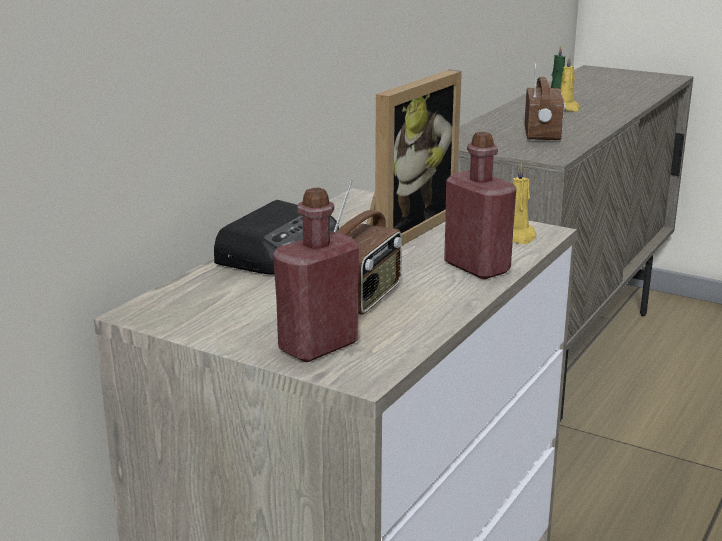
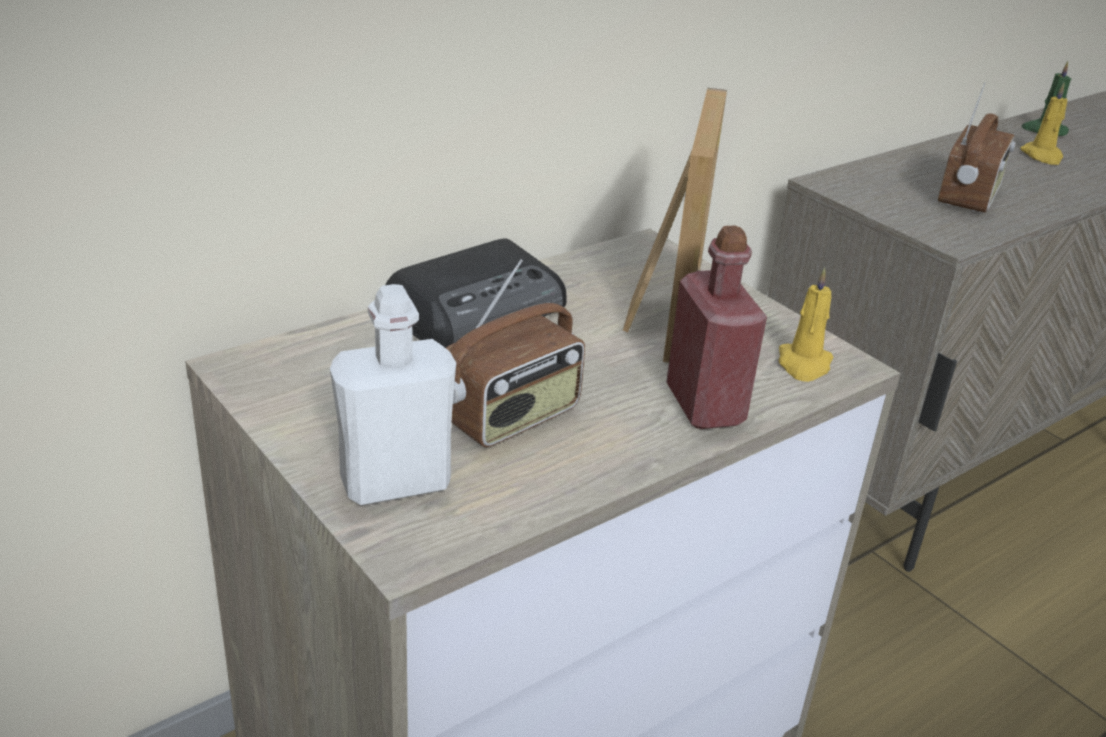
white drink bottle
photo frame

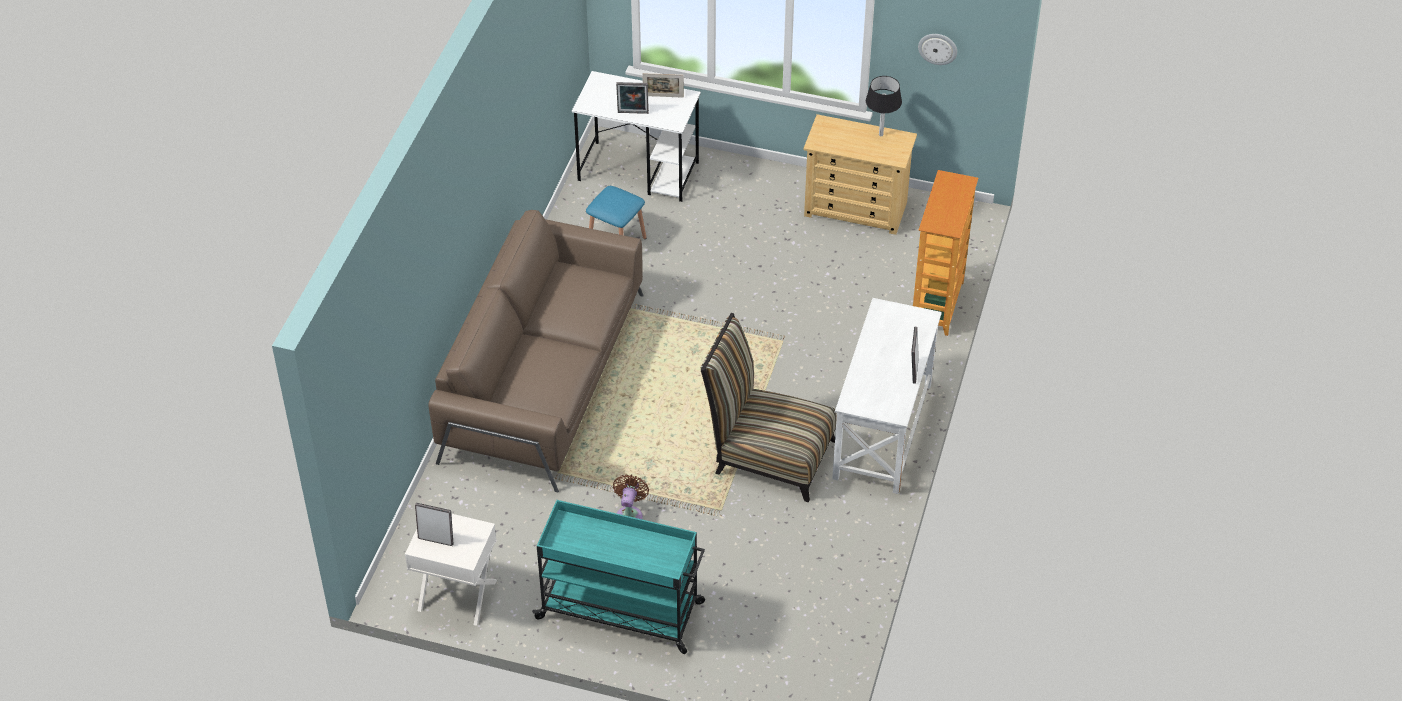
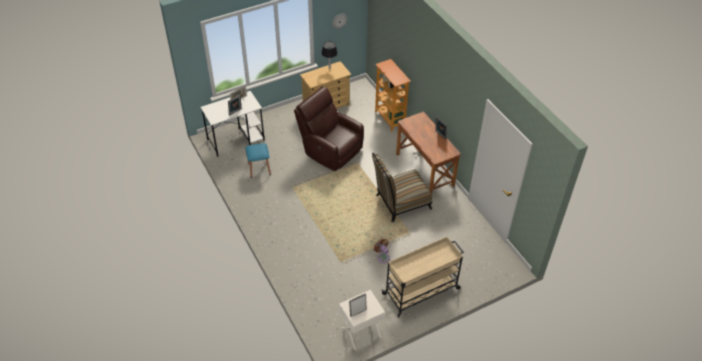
brown settee
brown armchair
beige-coloured trolley
brown desk unit

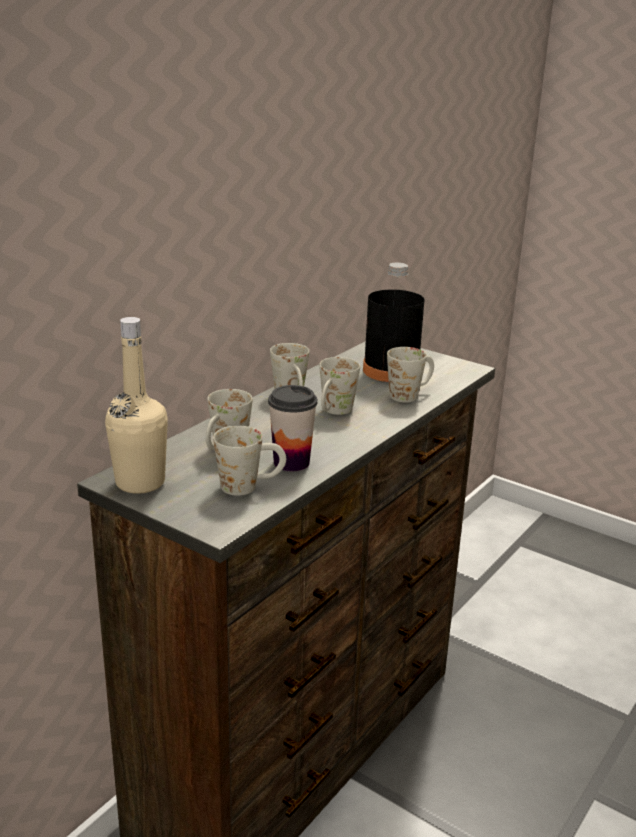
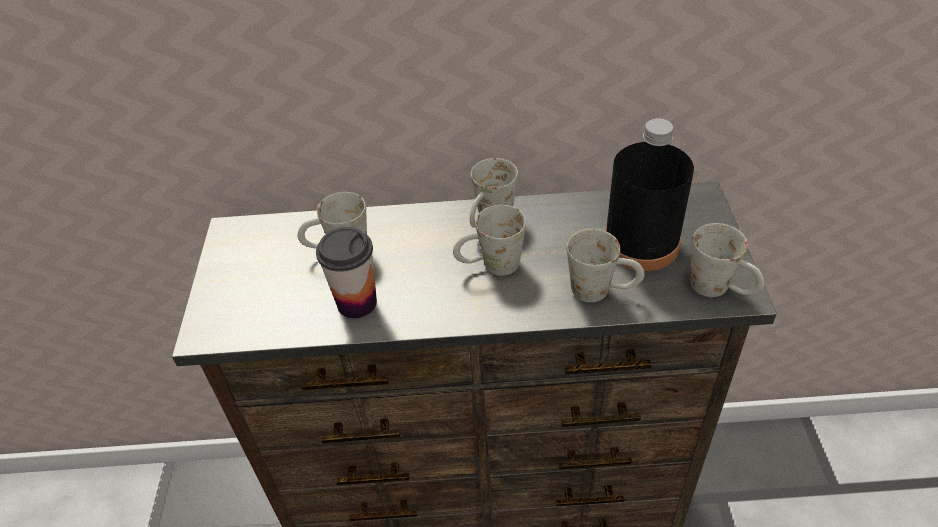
beige-coloured drink bottle
white mug (5th from left)

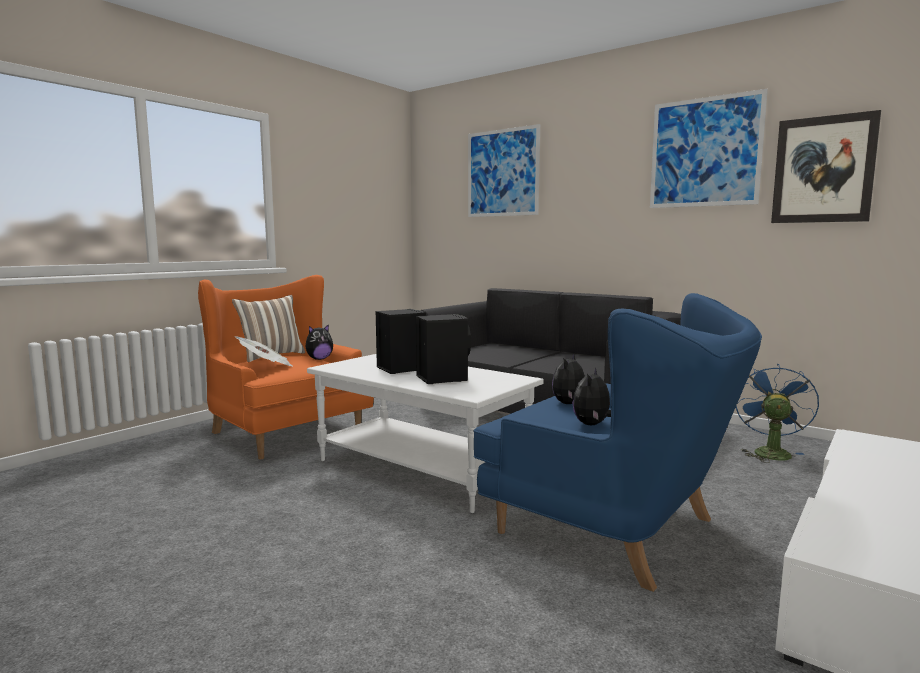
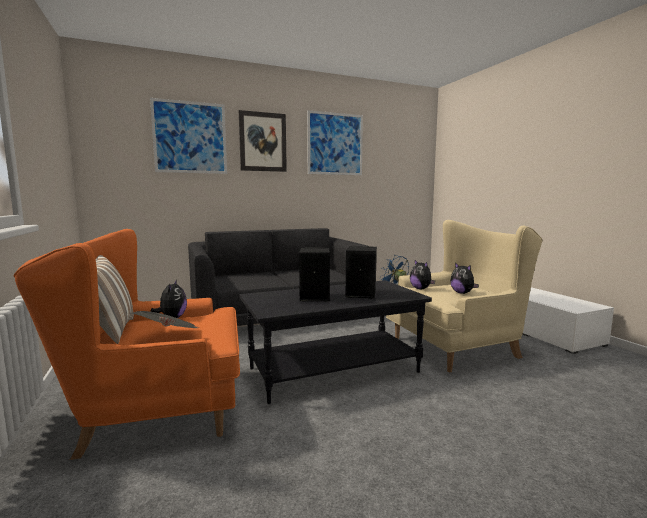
wall art (2nd from left)
blackish coffee table
beige-coloured armchair

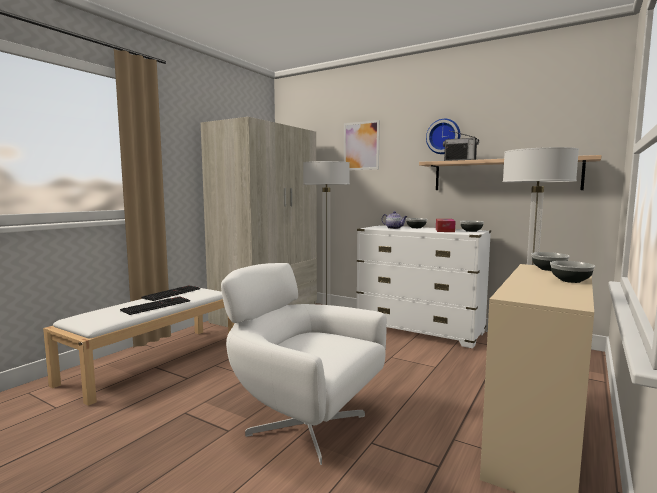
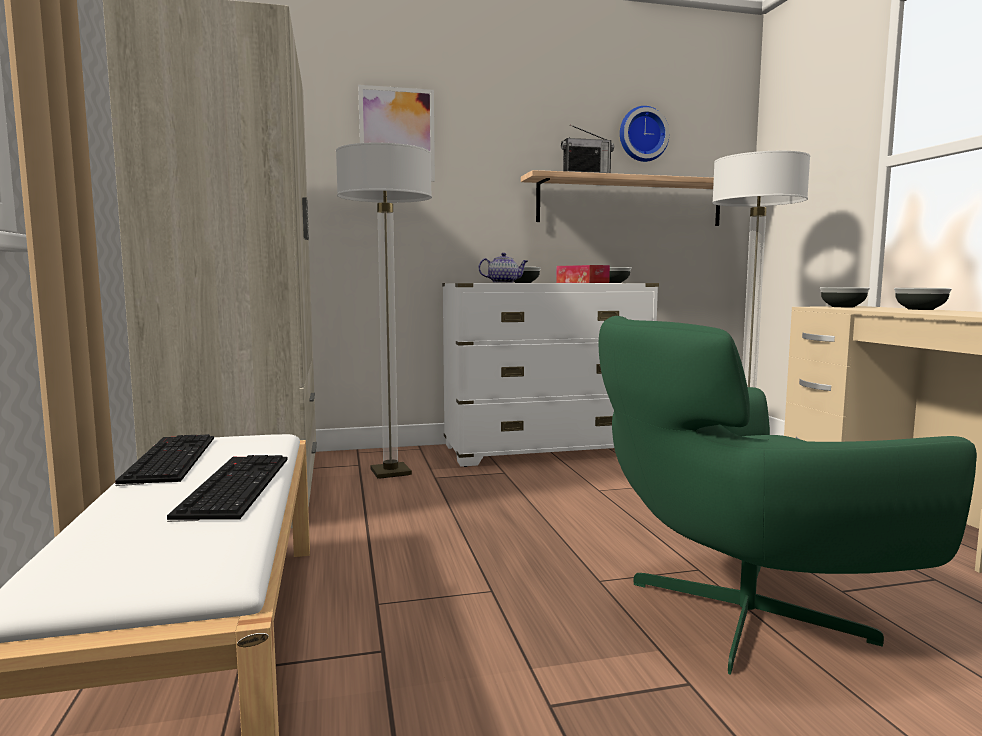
wall clock
green armchair

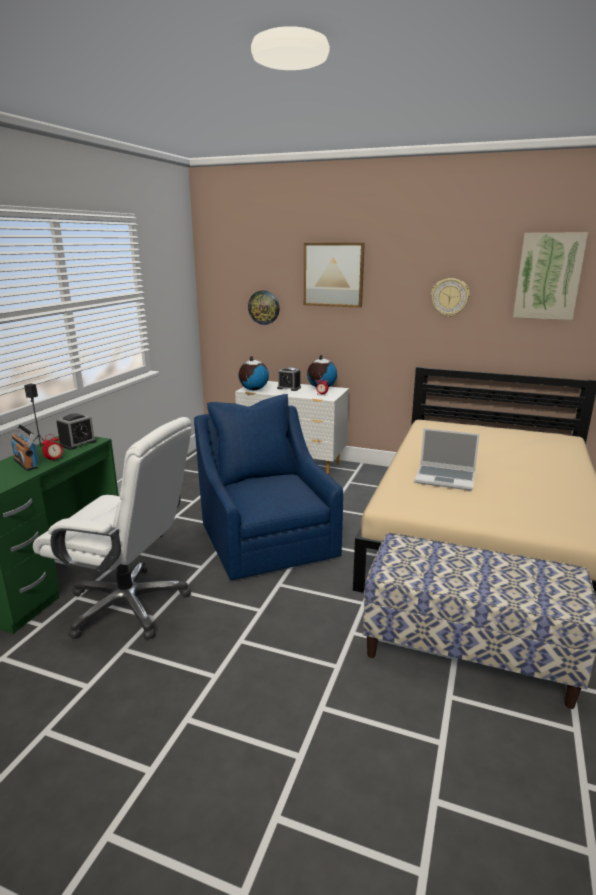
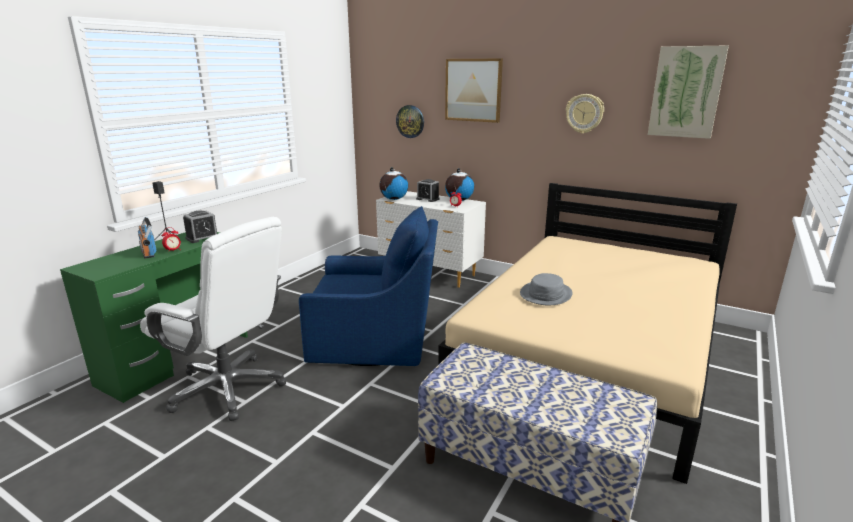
gray wearable hat
blue armchair

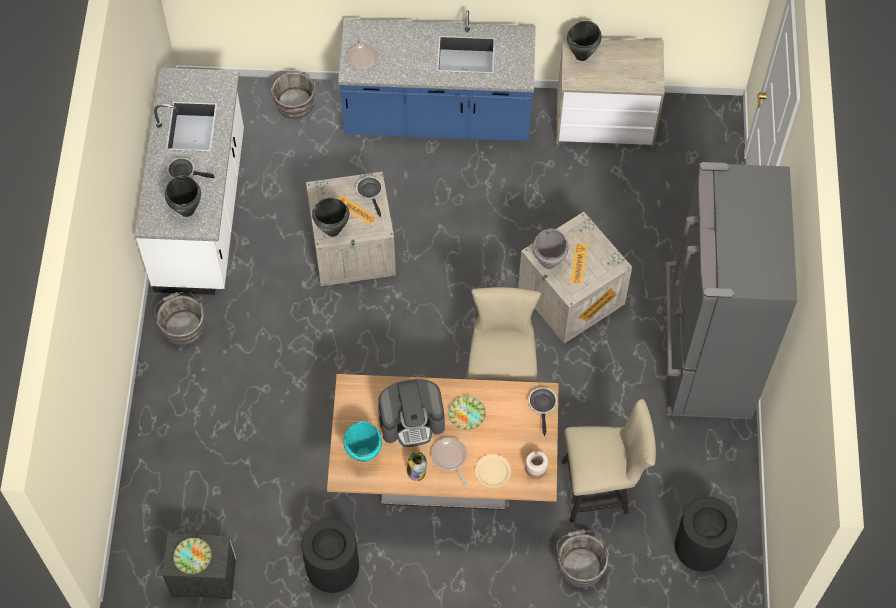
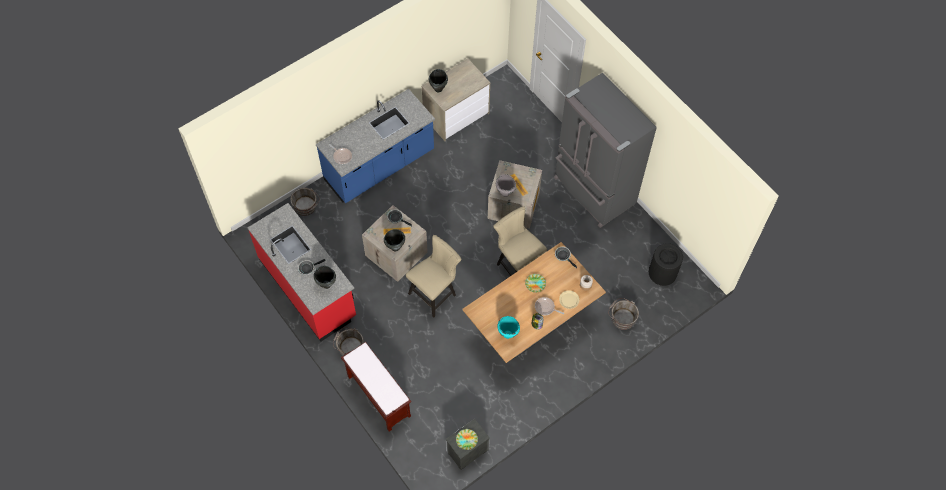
blackish waste bin (1st from left in the first image)
coffee machine
brown long seat
beige-coloured chair (1st from left)
red kitchen base unit

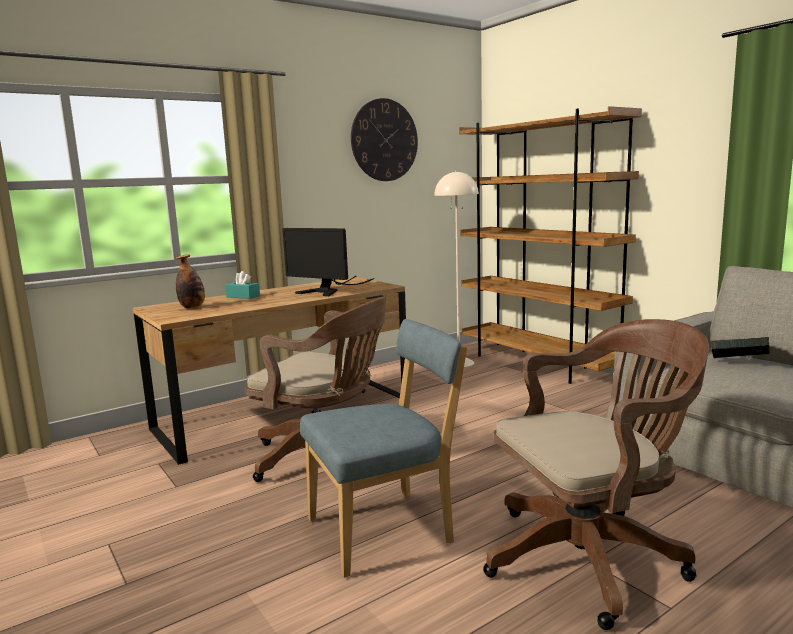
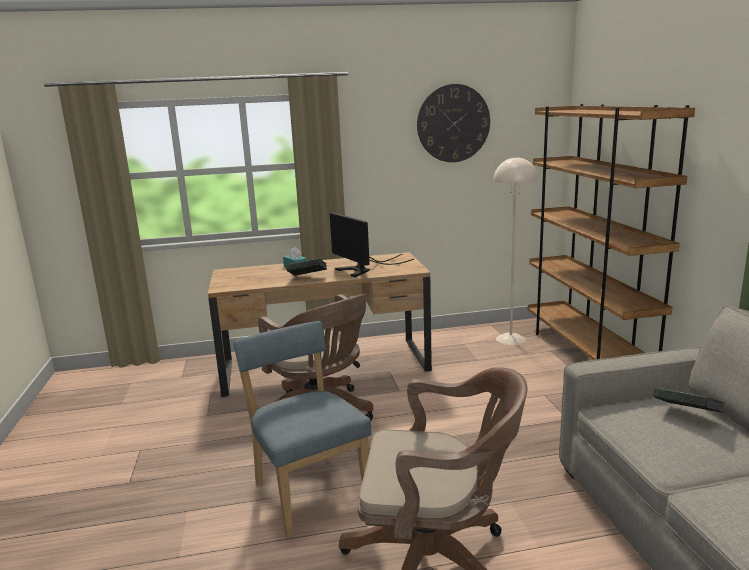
drink bottle
book (1st from left)
blue chair

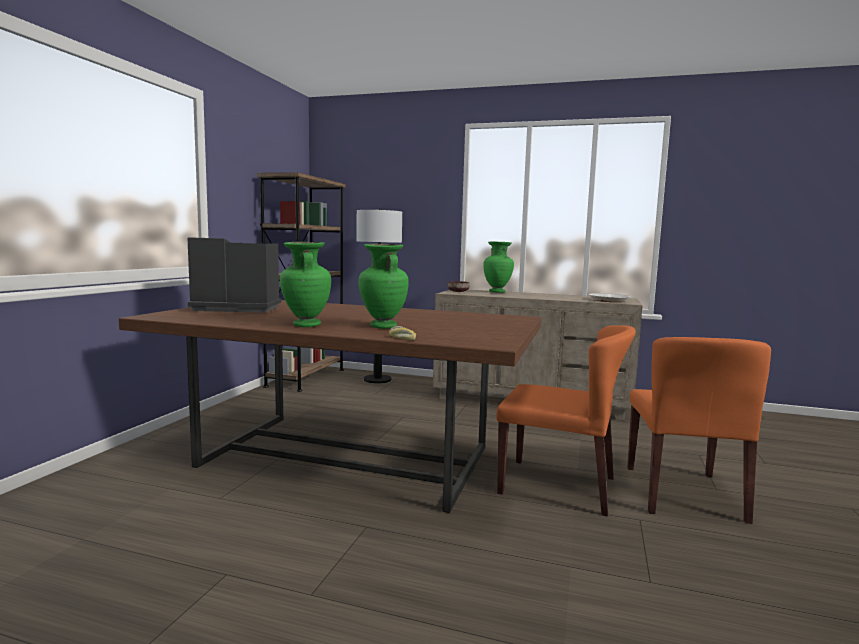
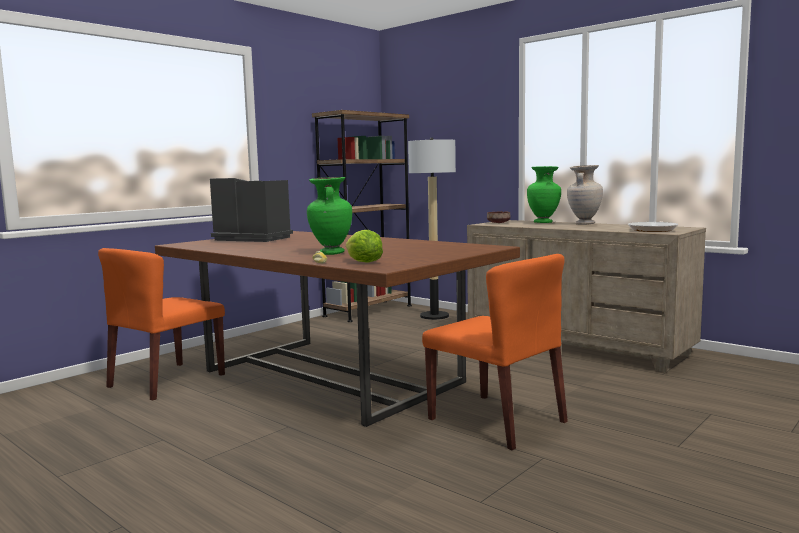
green decorative vase (1st from left in the first image)
head of lettuce
beige-coloured decorative vase
orange-coloured chair (1st from left)

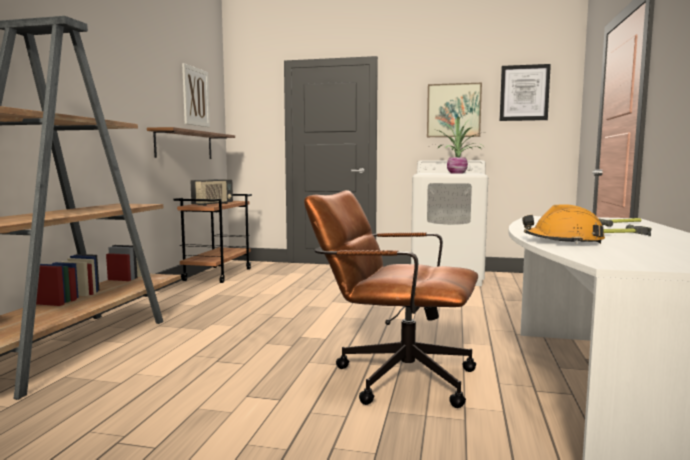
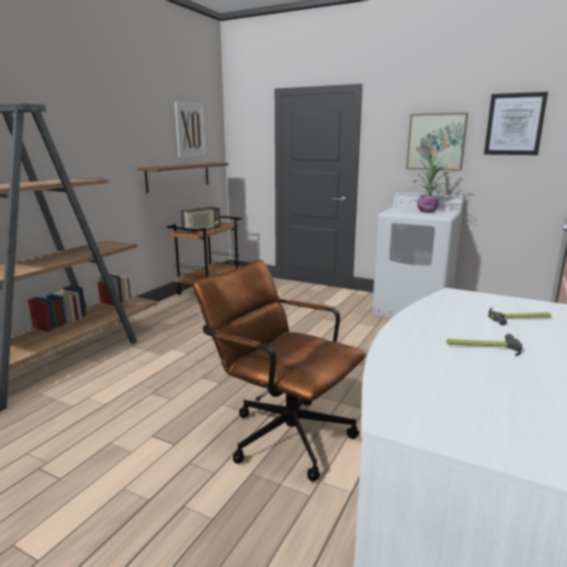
orange-coloured work helmet

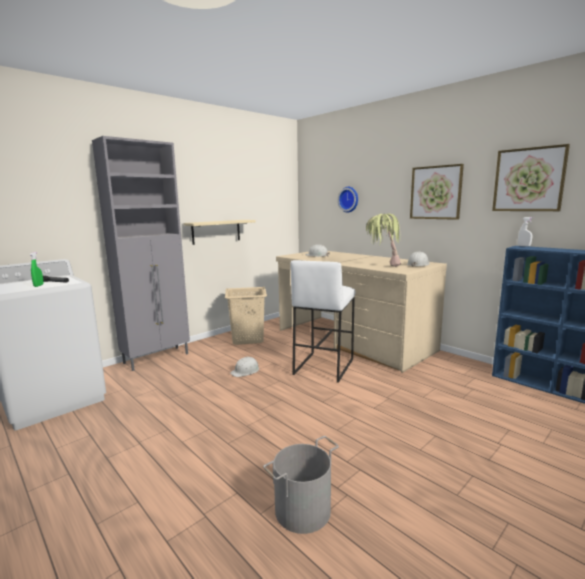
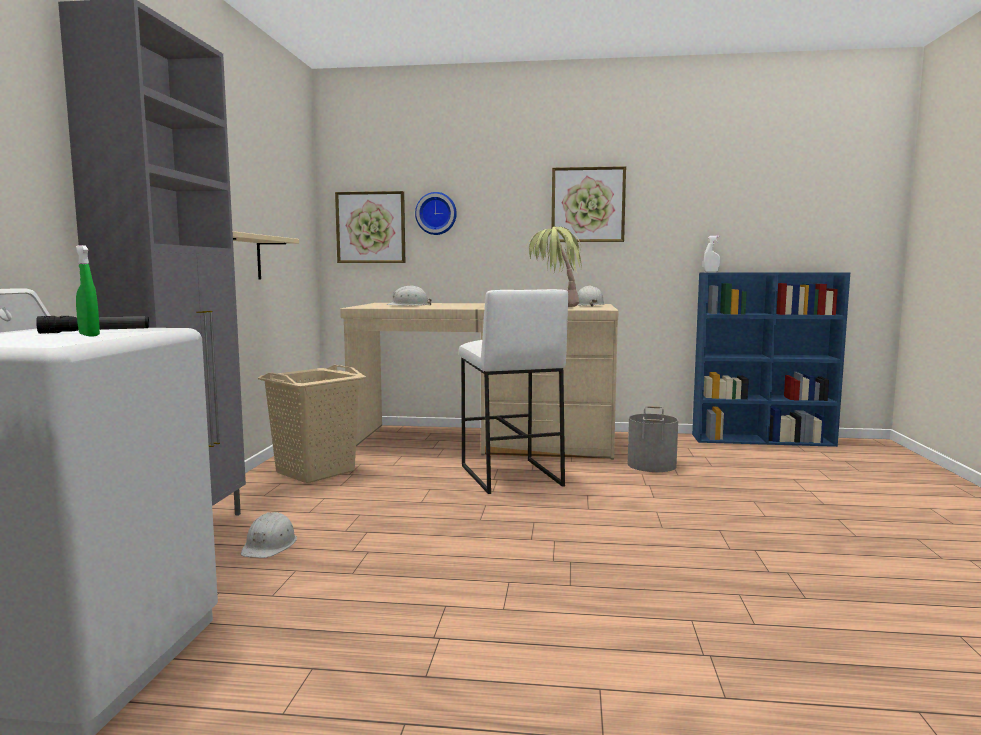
white work helmet (1st from left)
gray pail
wall art (1st from left)

